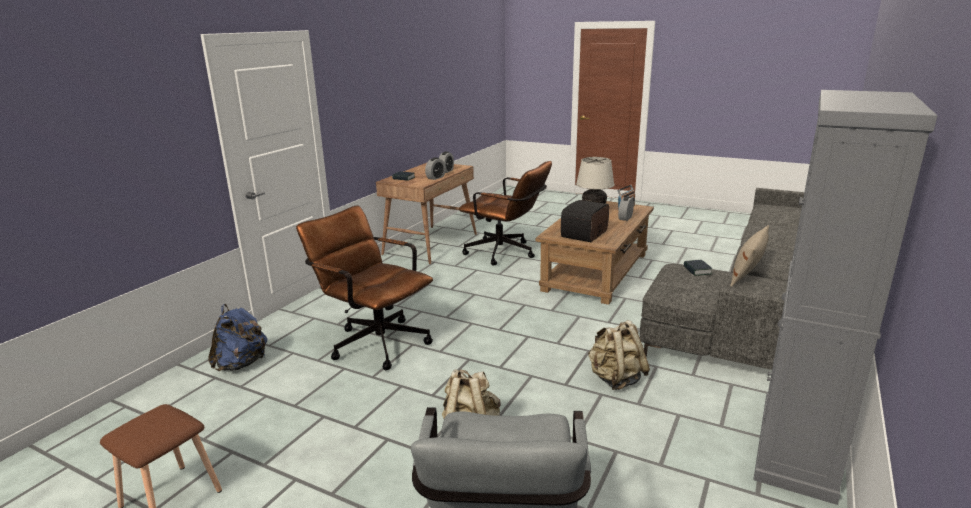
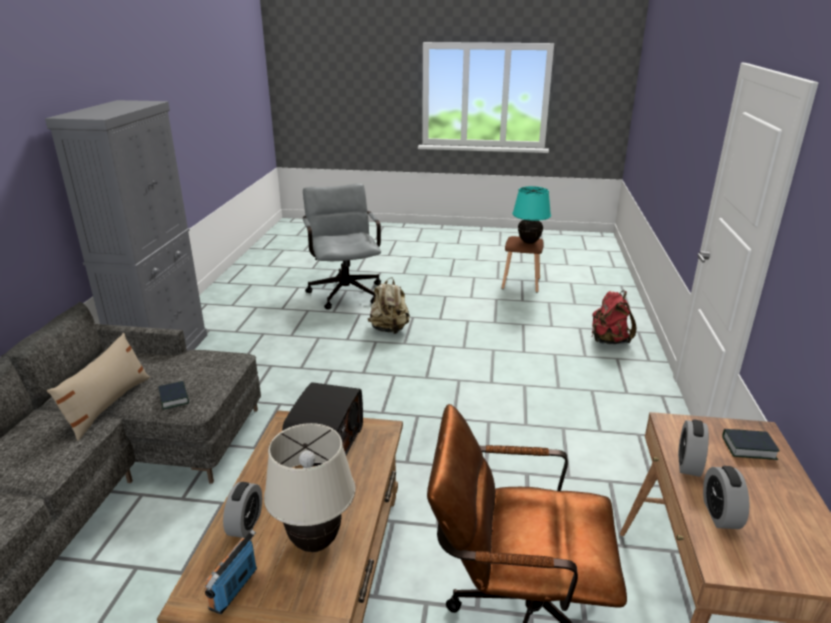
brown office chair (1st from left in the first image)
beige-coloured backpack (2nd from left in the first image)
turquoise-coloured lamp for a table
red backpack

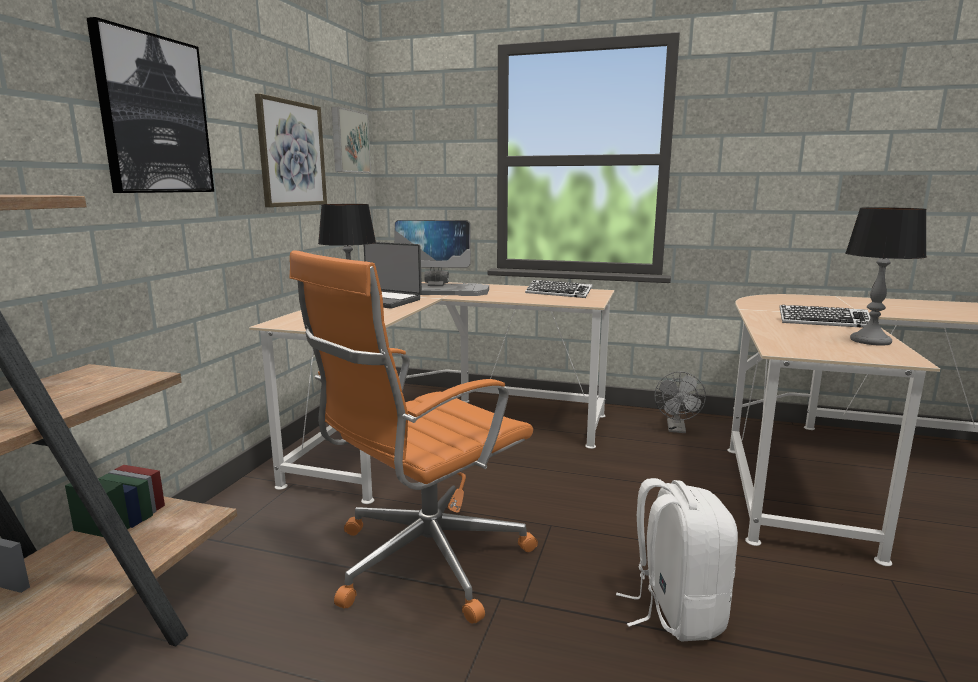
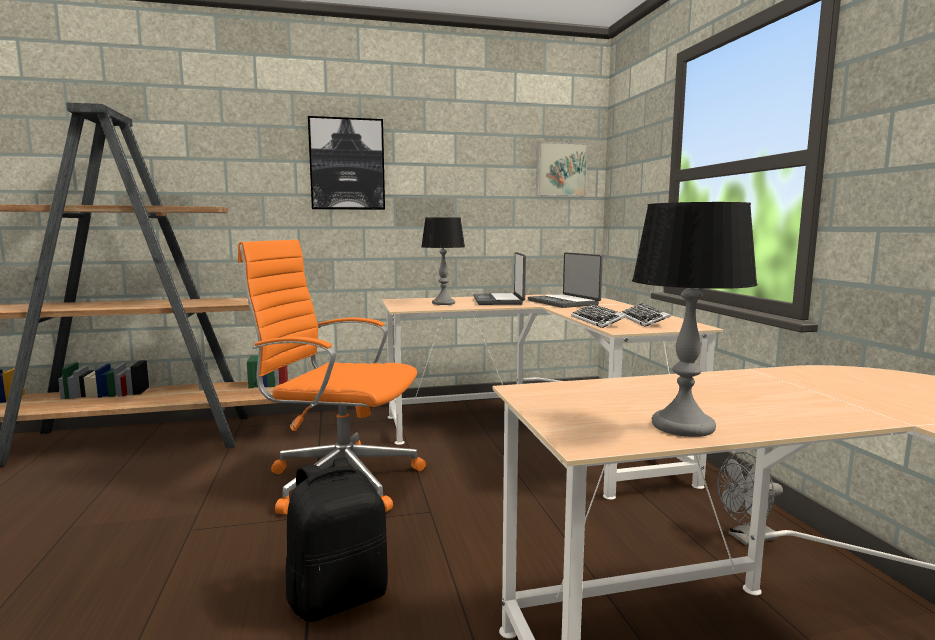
wall art (2nd from left in the first image)
PC keyboard (1st from left)
notebook computer (2nd from left)
blackish backpack

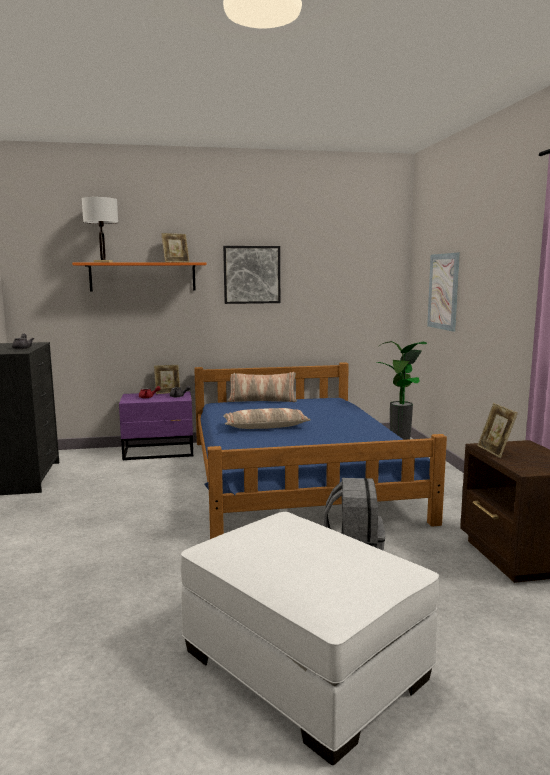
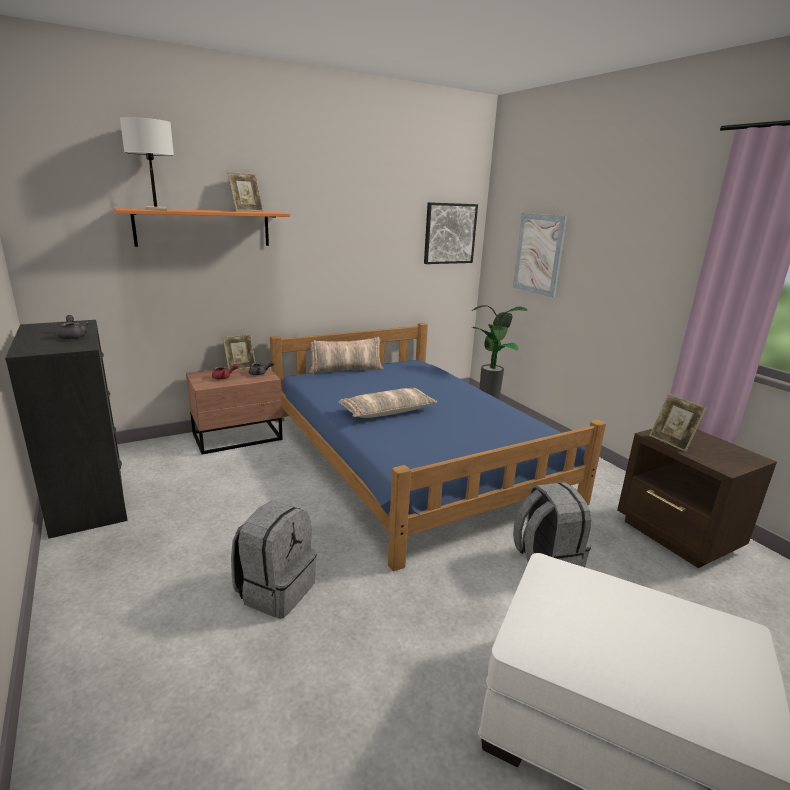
gray backpack (1st from left)
wall art (1st from left)
brown night table (1st from left)

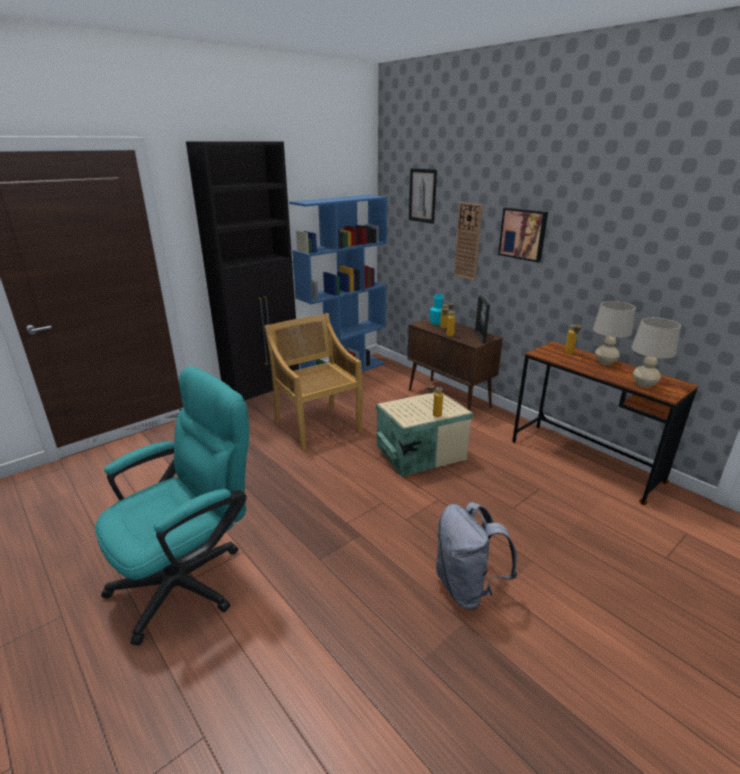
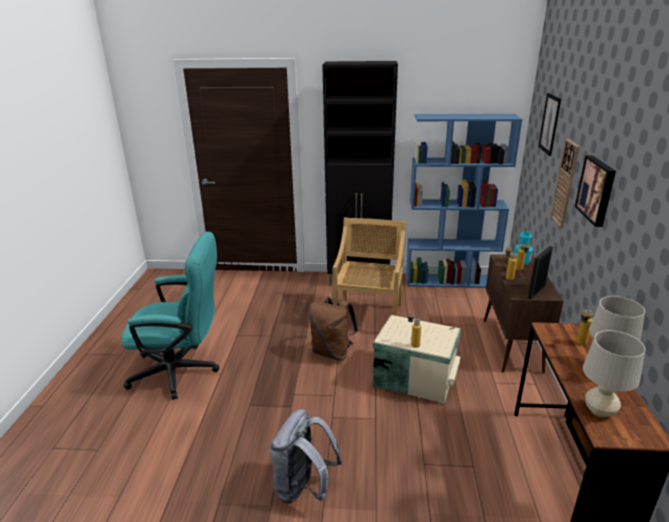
brown backpack

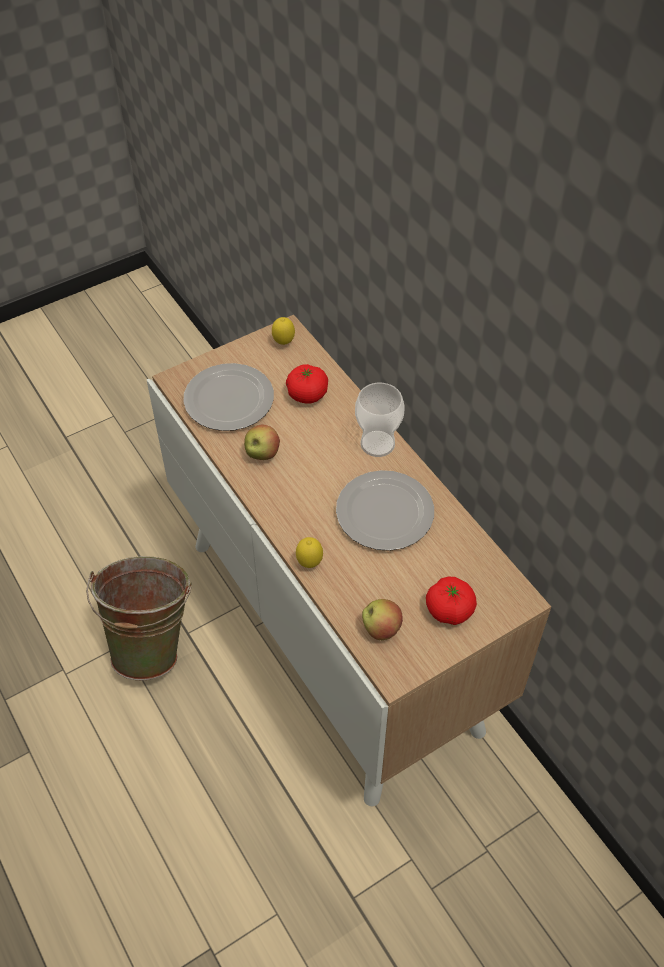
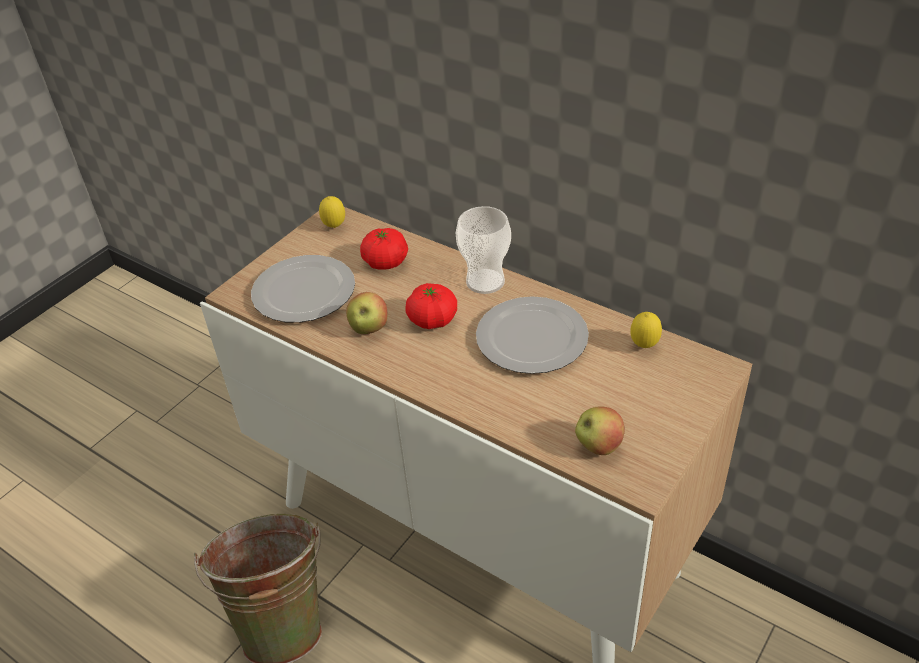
lemon (2nd from left)
tomato (2nd from left)

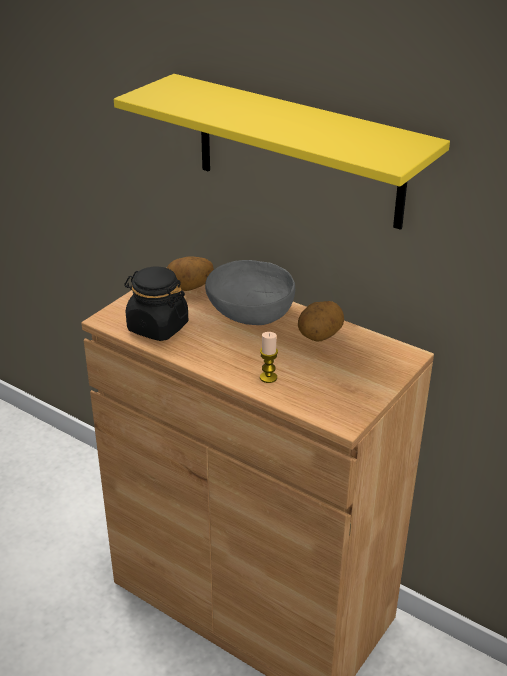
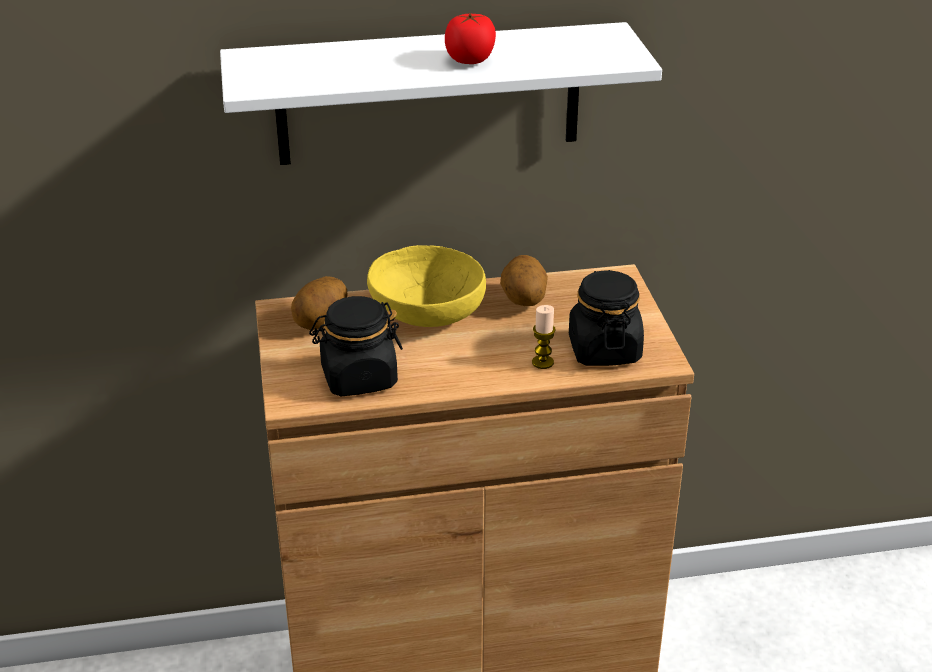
tomato
blackish preserve jar (2nd from left)
white shelf
yellowish deep dish

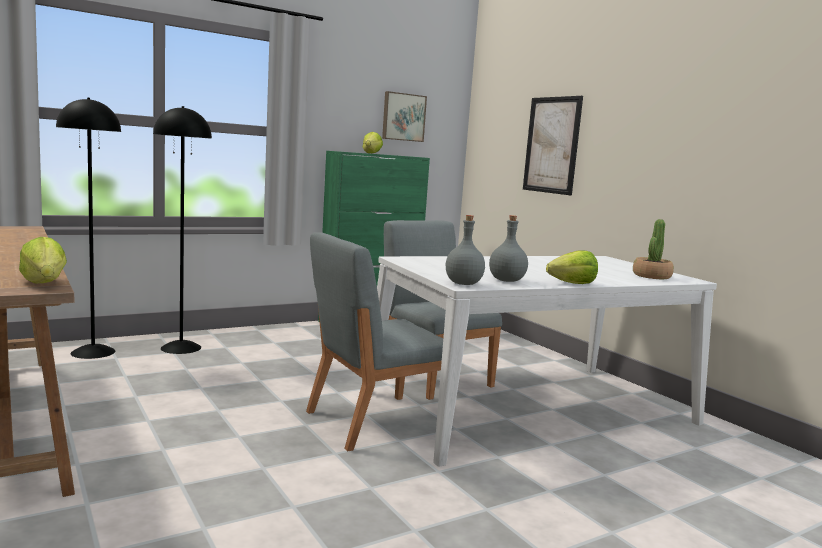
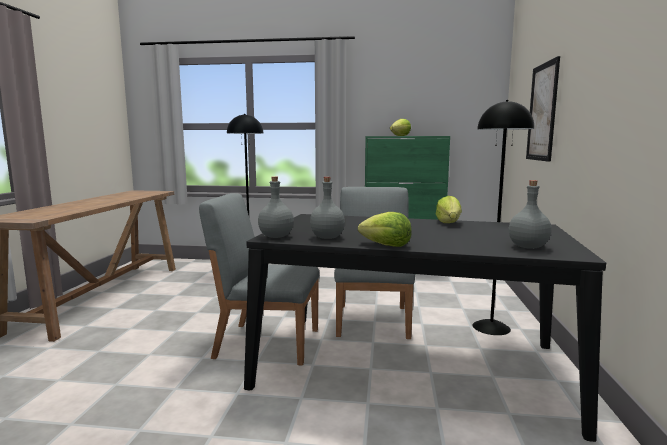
wall art (1st from left in the first image)
head of lettuce (3rd from left)
blackish standing lamp (2nd from left)
gray drink bottle (3rd from left)
blackish dining table

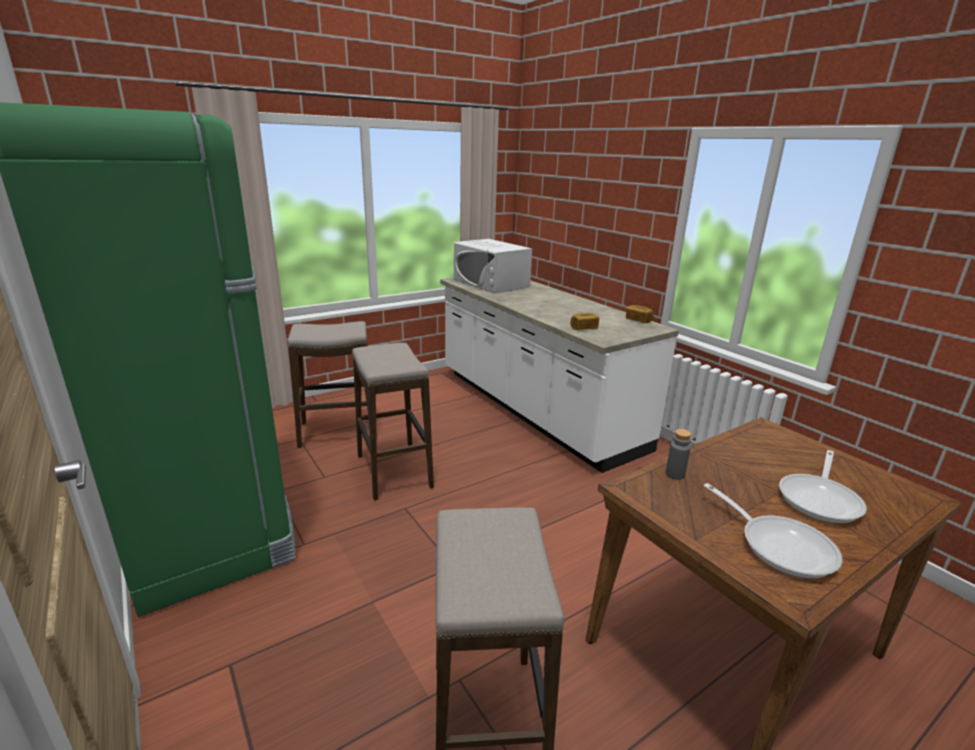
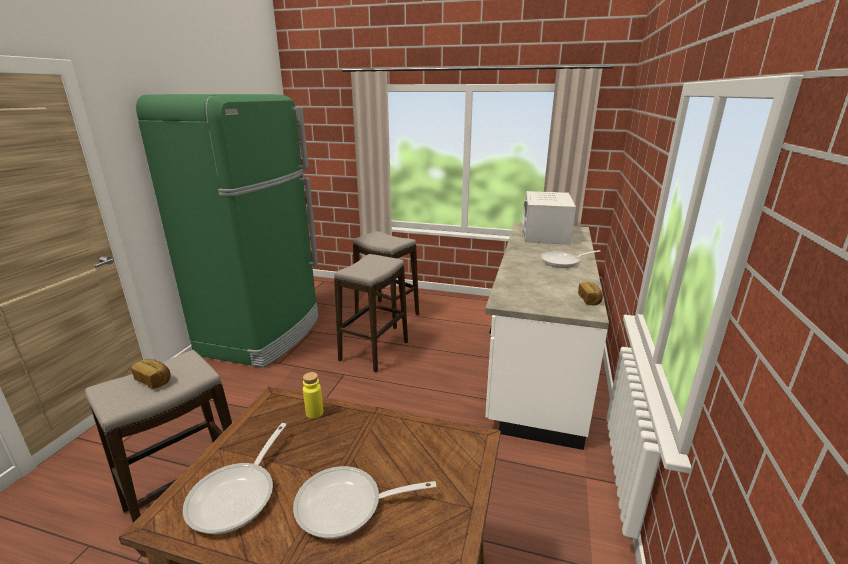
pan (3rd from left)
bakery bread (1st from left)
yellowish drink bottle

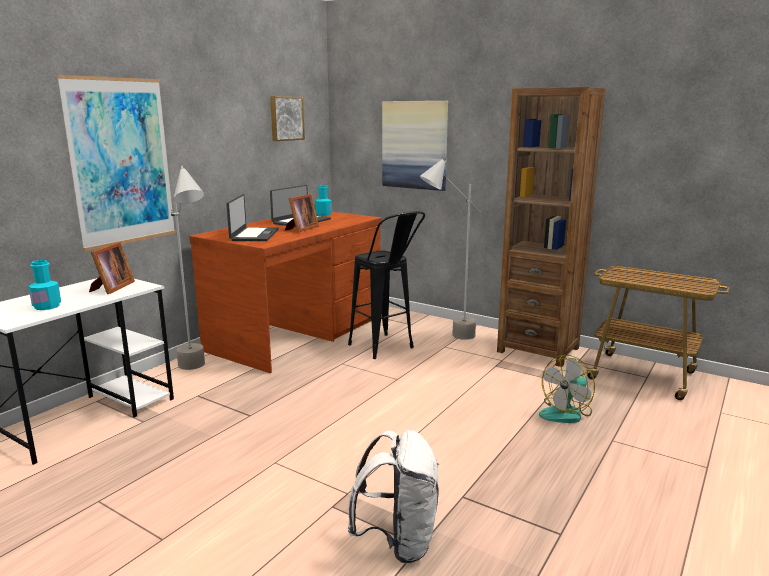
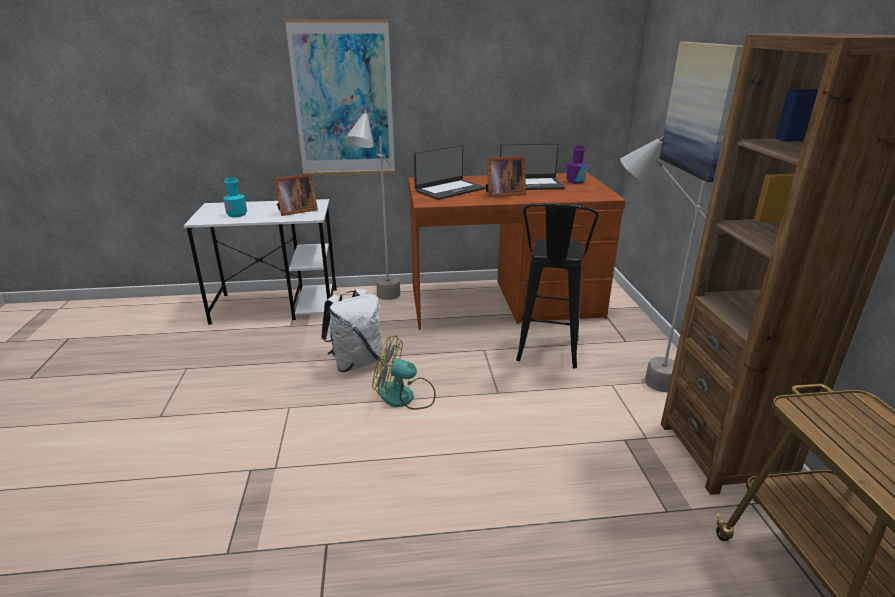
wall art (2nd from left in the first image)
white backpack
electric fan
purplish drink bottle

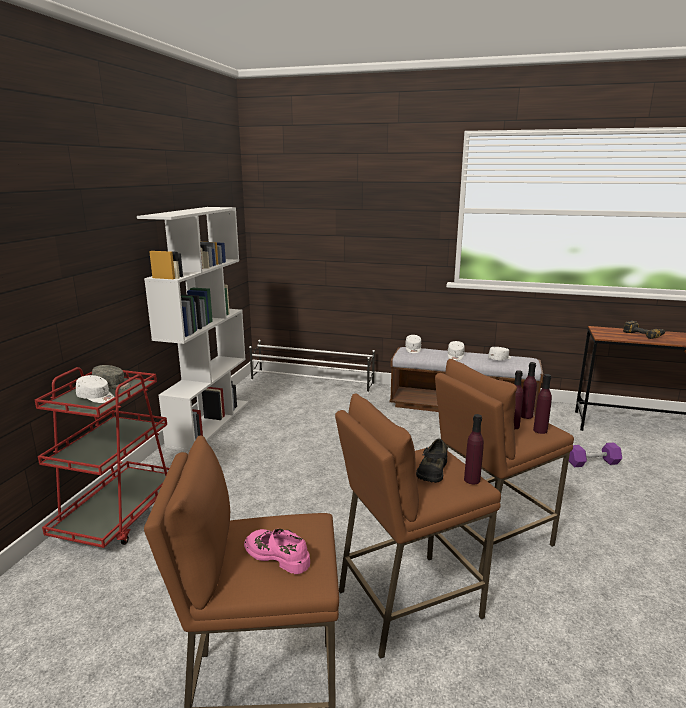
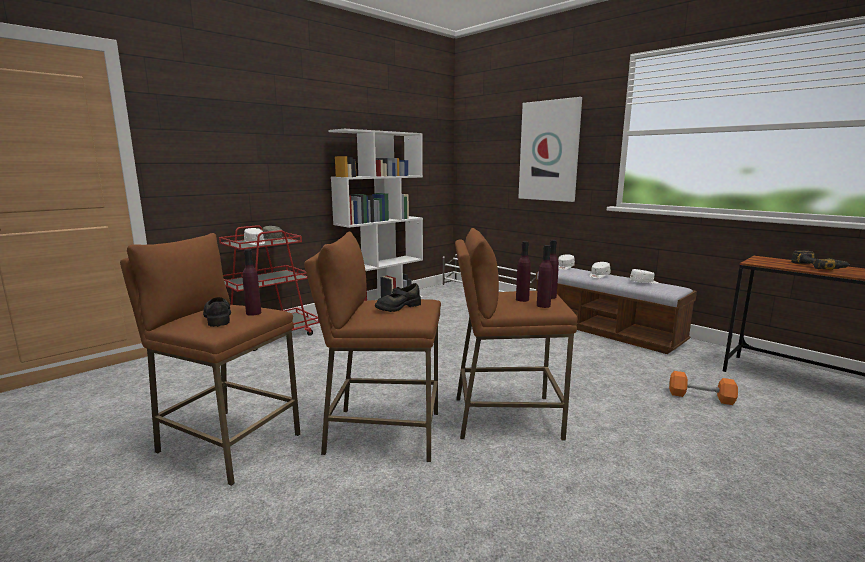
wall art
purplish drink bottle (1st from left)
blackish shoe (1st from left)
orange-coloured hand weight

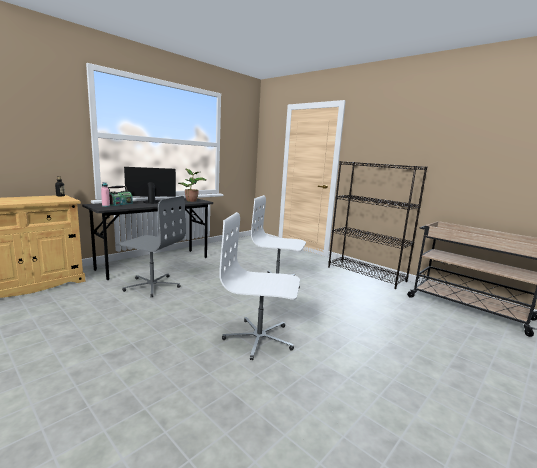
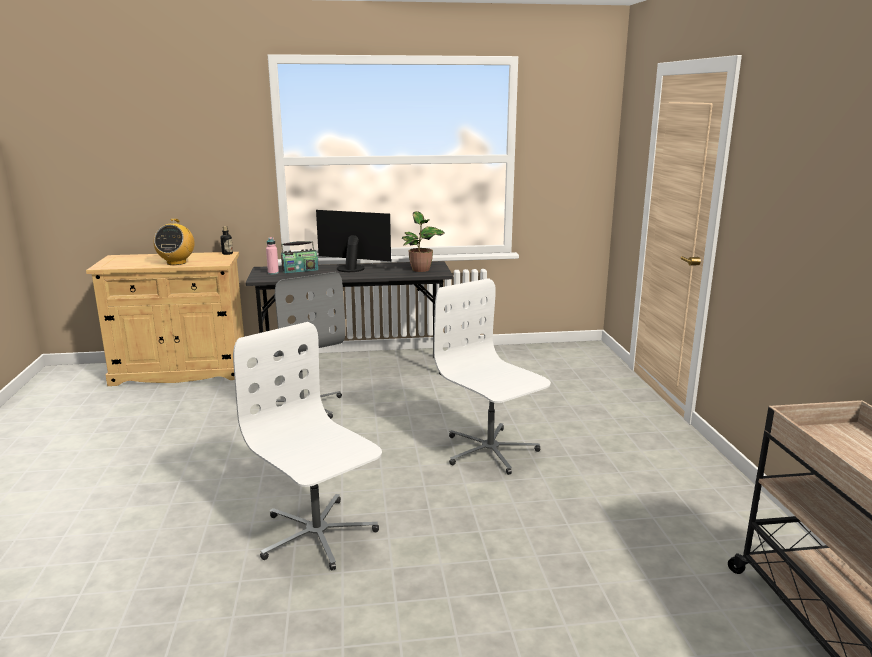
blackish bookshelf
radio receiver (1st from left)

